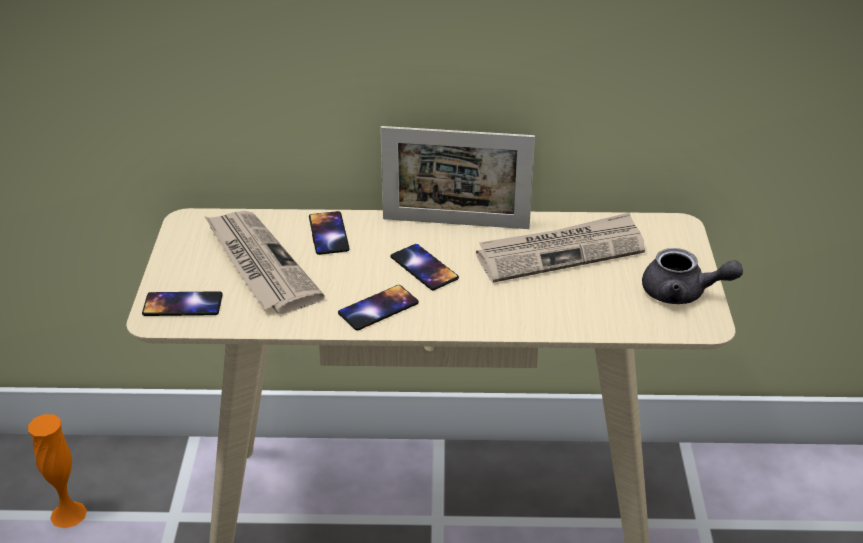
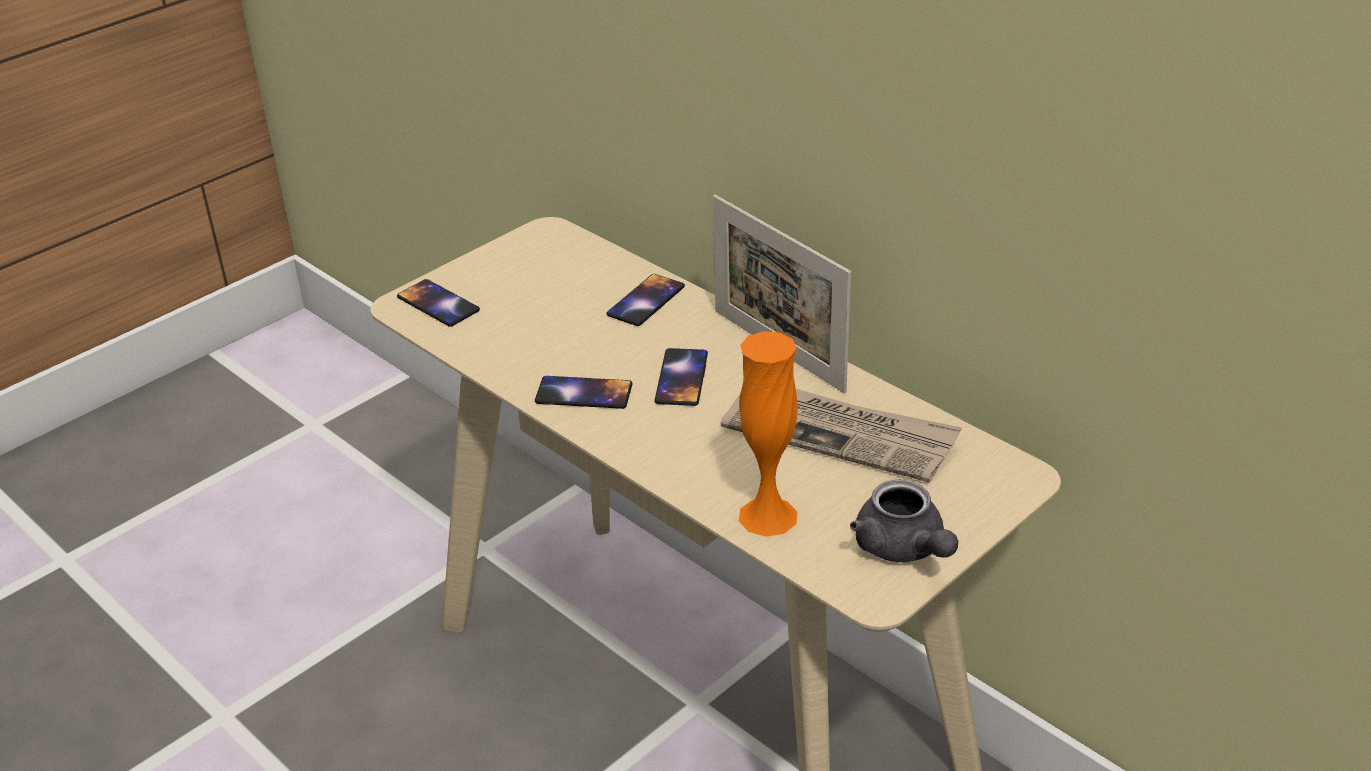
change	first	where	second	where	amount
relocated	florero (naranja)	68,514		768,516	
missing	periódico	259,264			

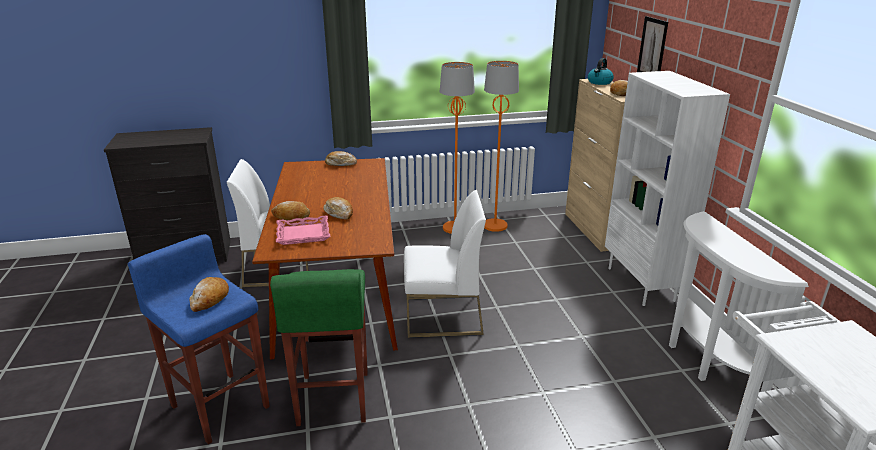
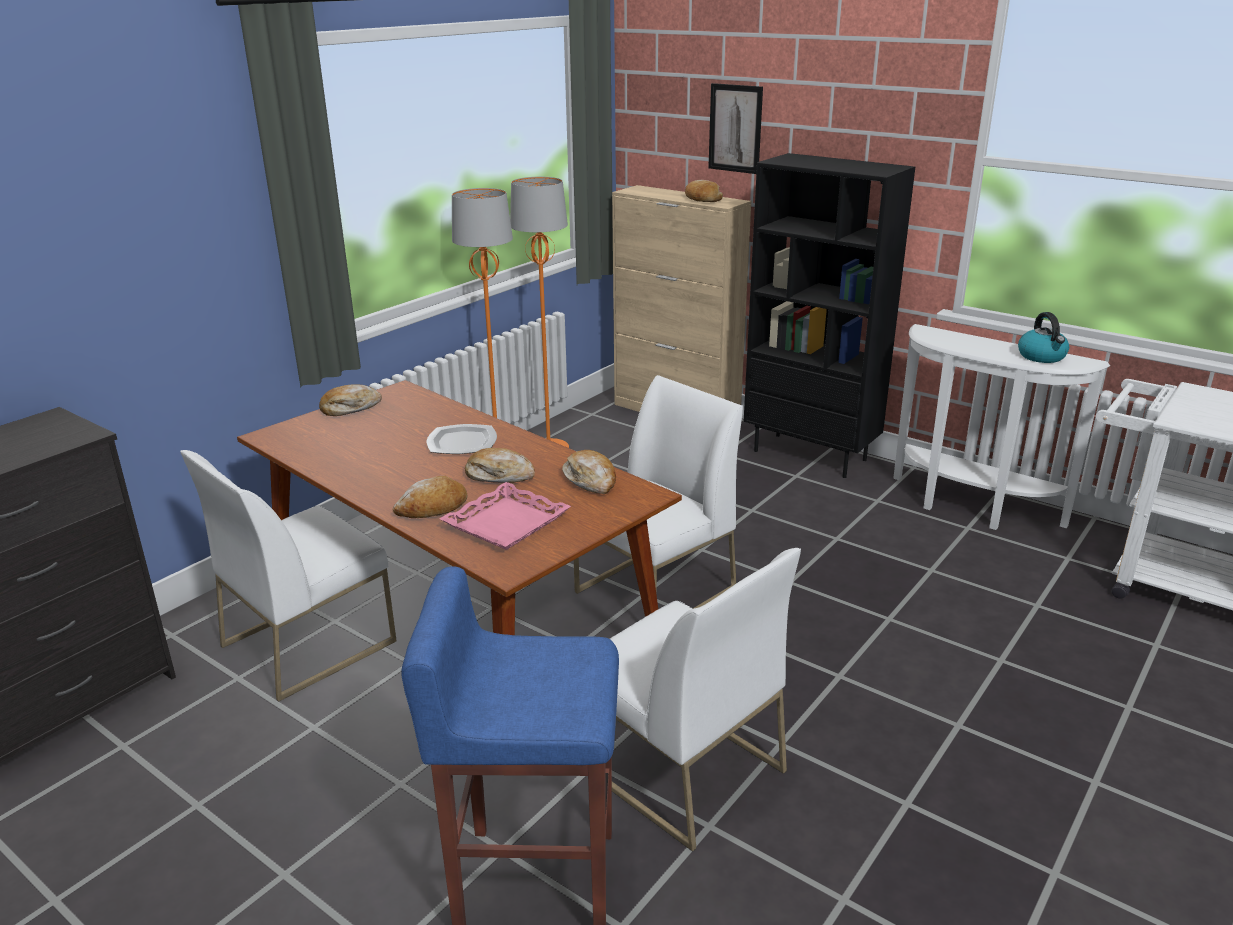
change	first	where	second	where	amount
appeared			plato	461,442	
relocated	pan	209,299		591,480	
exchanged	taburete (verde)	332,399	silla (blanco)	679,768	
colour	estantería (blanco)	641,284	estantería (negro)	811,455	
relocated	hervidor	599,82		1042,357	

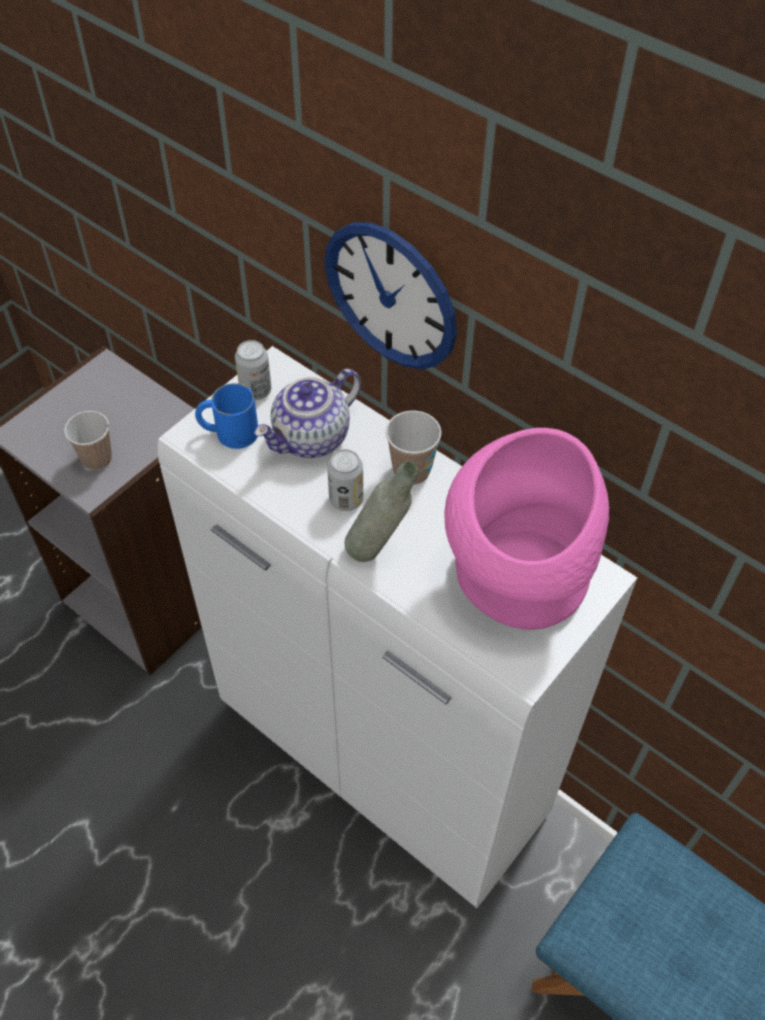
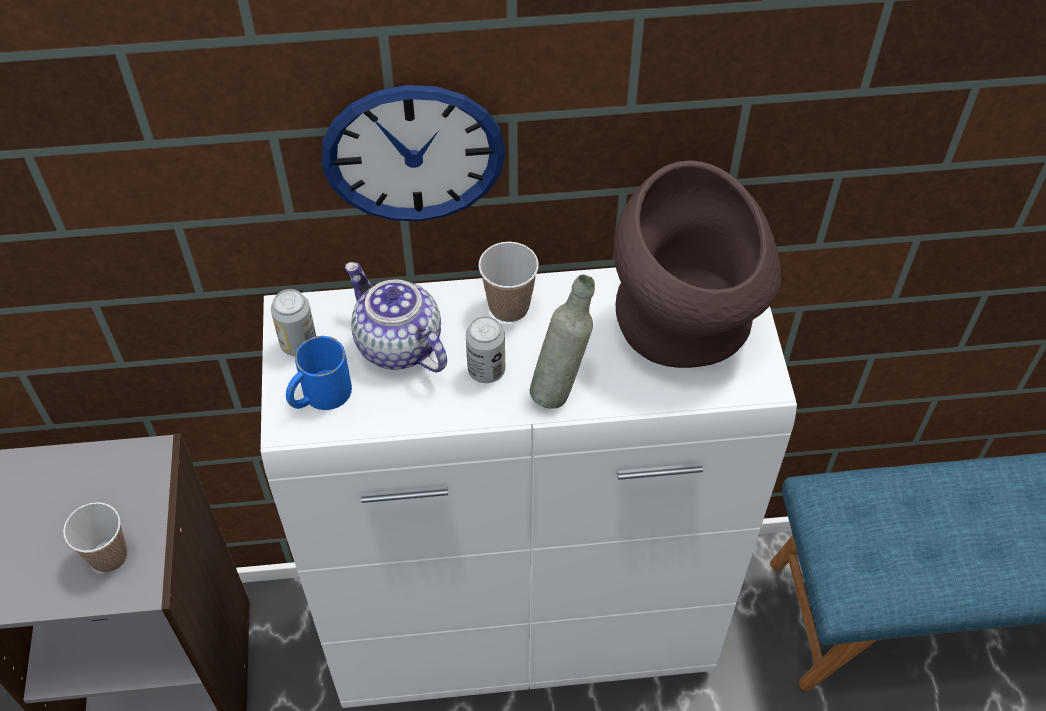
change	first	where	second	where	amount
spun	tetera	311,438		397,345	135 degrees clockwise
colour	florero (rosa)	515,585	florero (marrón)	686,329	

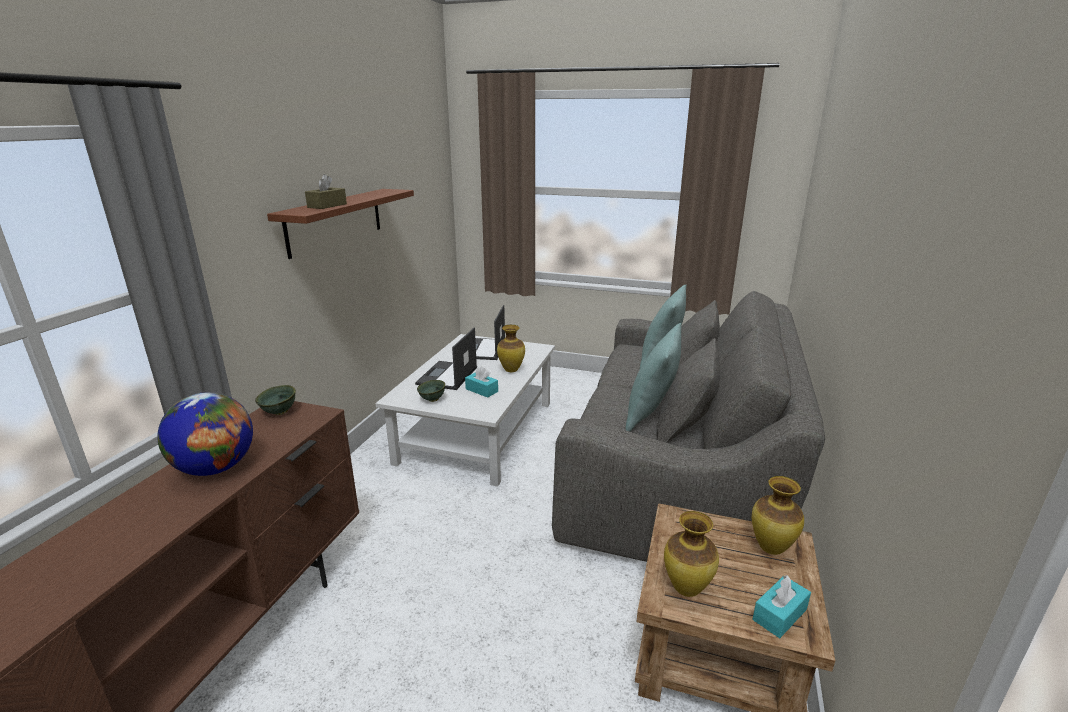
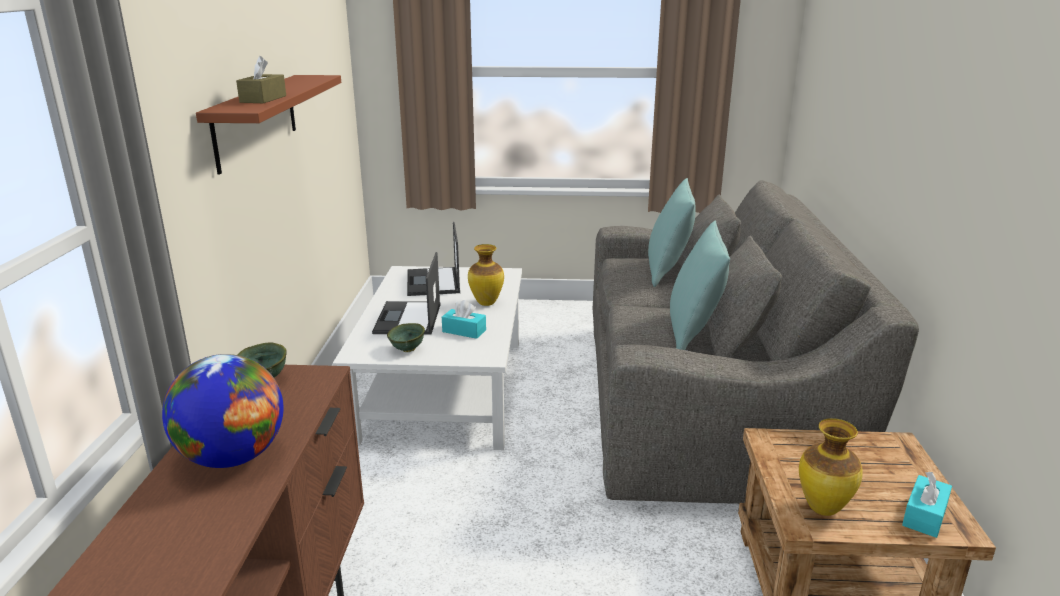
change	first	where	second	where	amount
missing	florero	770,548			

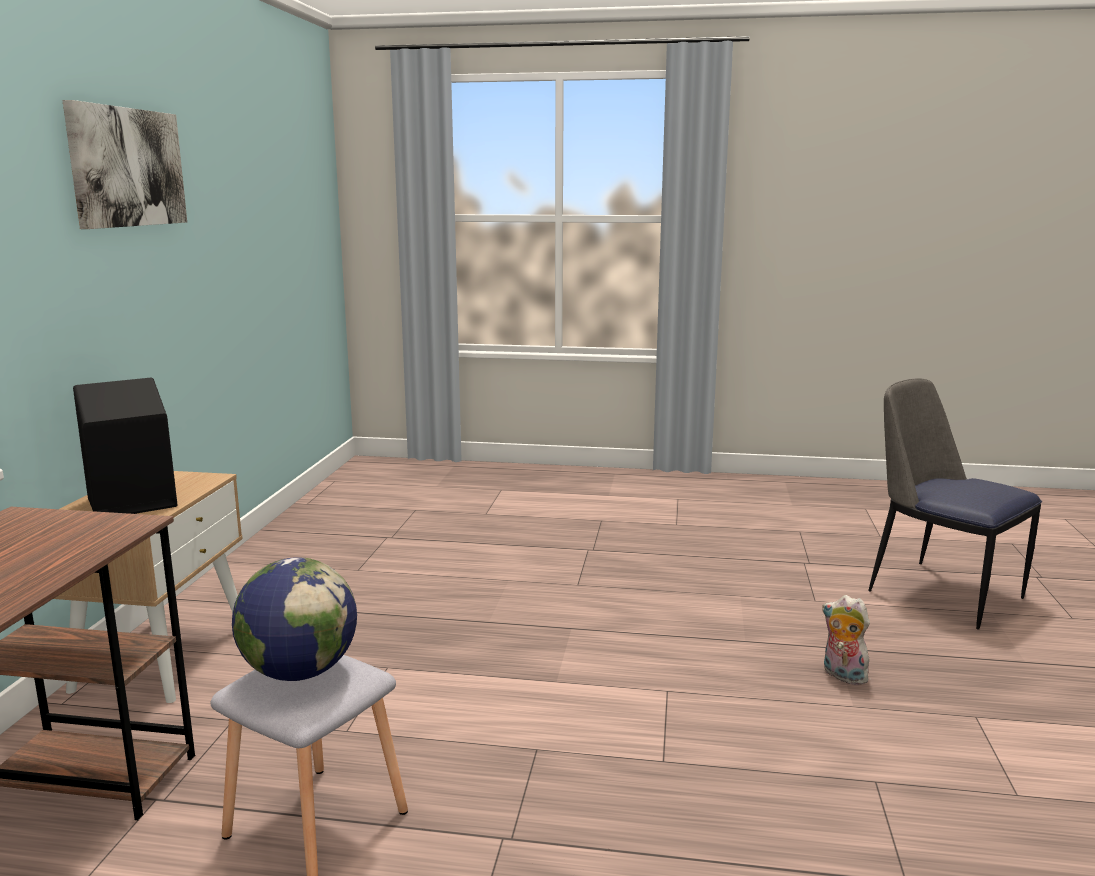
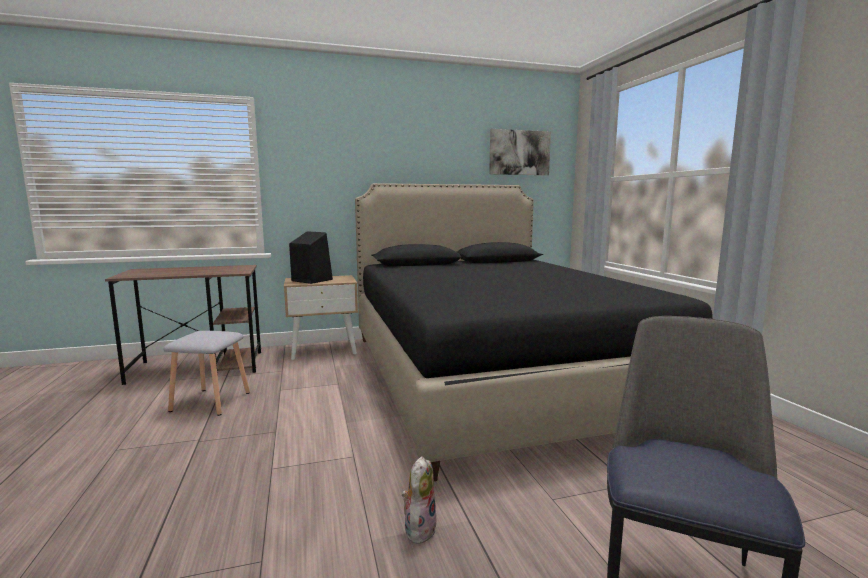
change	first	where	second	where	amount
appeared			cama (negro)	493,375	
relocated	cuadro	127,167		519,152	
missing	globo terráqueo	299,672			

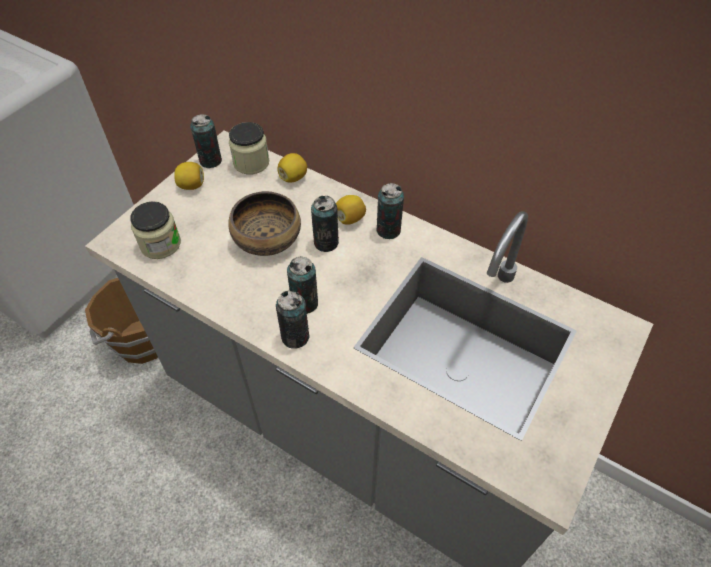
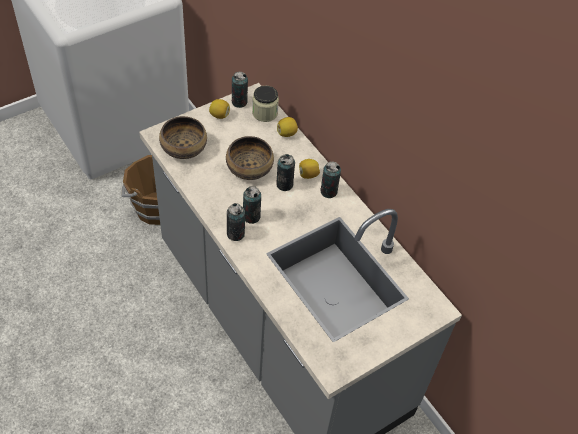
change	first	where	second	where	amount
exchanged	tarro	160,244	cuenco	183,147	

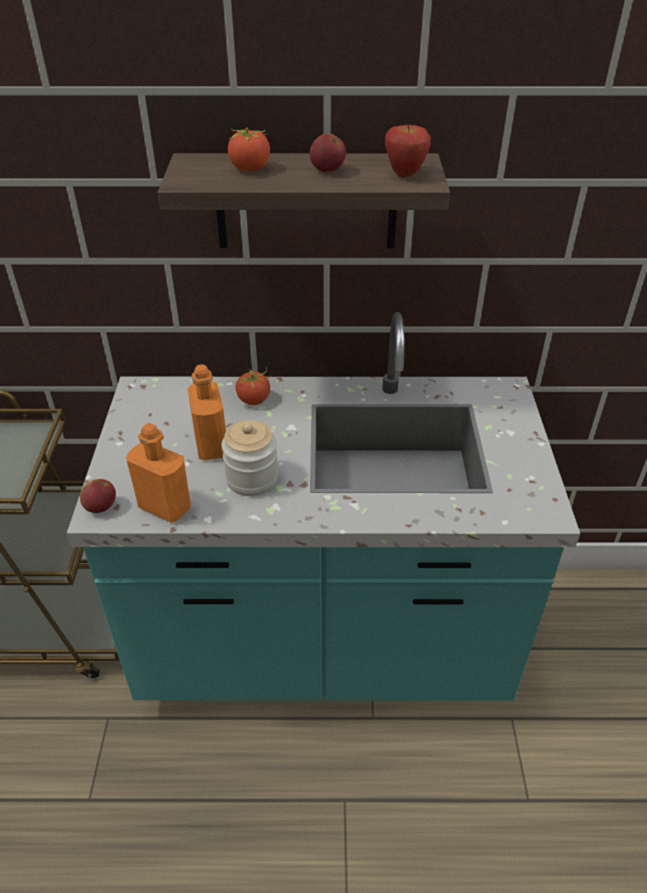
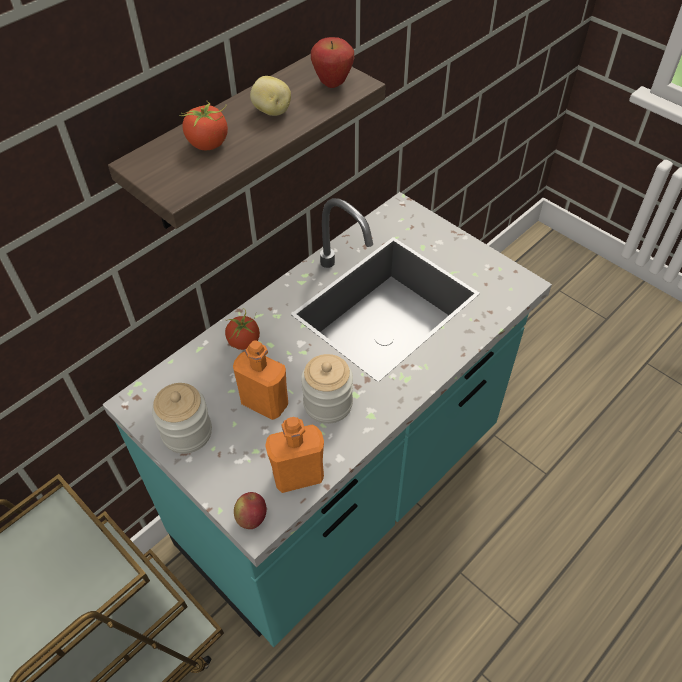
change	first	where	second	where	amount
appeared			tarro	187,432	
exchanged	manzana	327,171	patata	272,111	

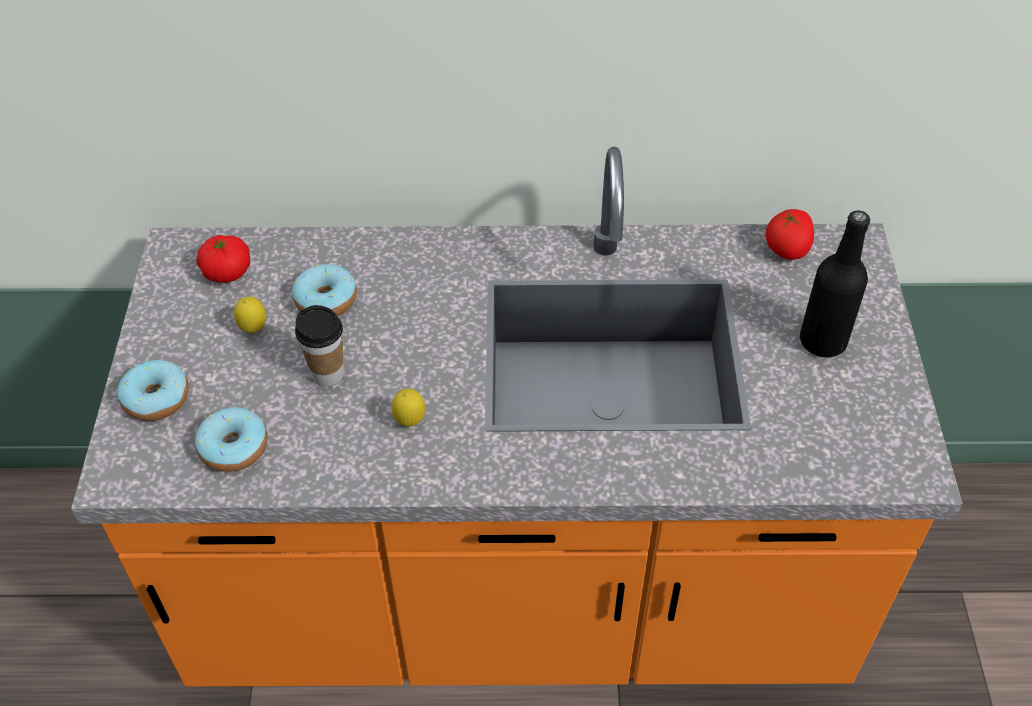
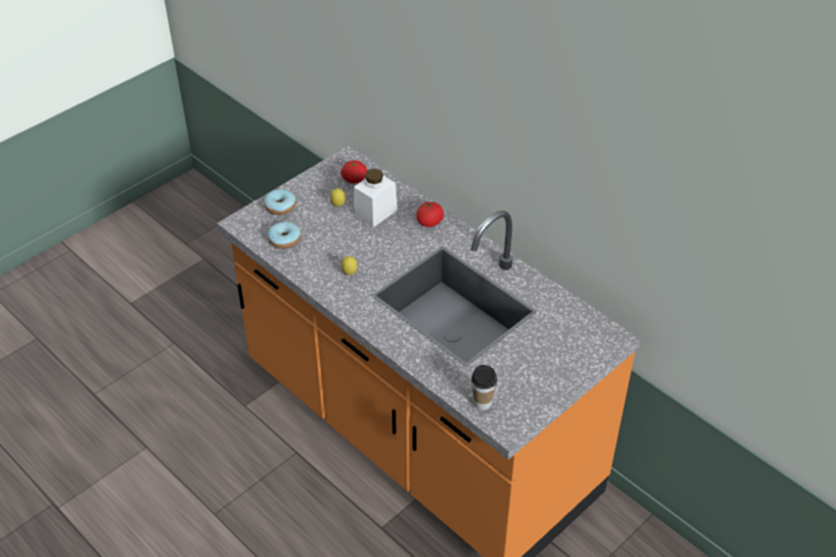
change	first	where	second	where	amount
exchanged	rosquilla	326,300	tarro (blanco)	375,212	
relocated	tomate	787,249		429,222	
relocated	taza	328,374		482,403	
missing	botella (negro)	822,341			

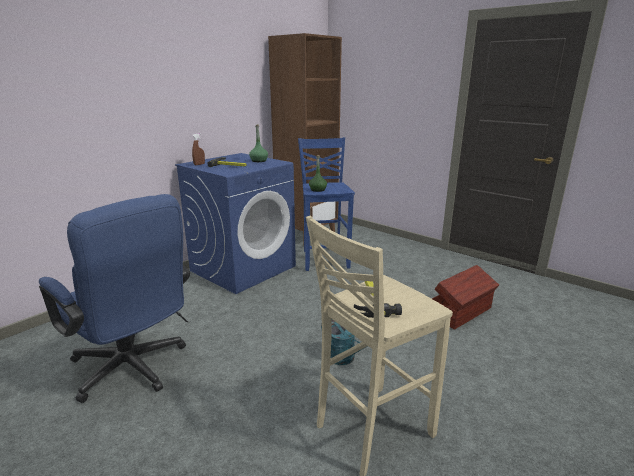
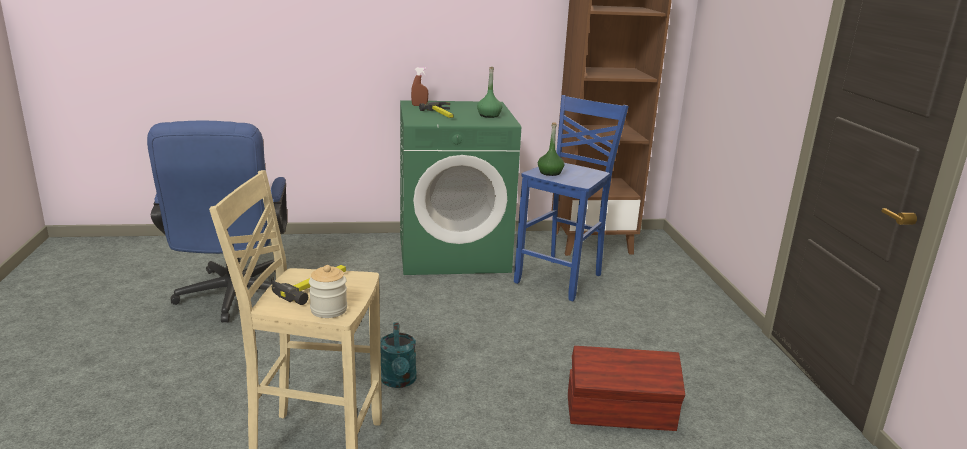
change	first	where	second	where	amount
appeared			tarro	328,310	
colour	lavadora (azul)	243,268	lavadora (verde)	454,253	

